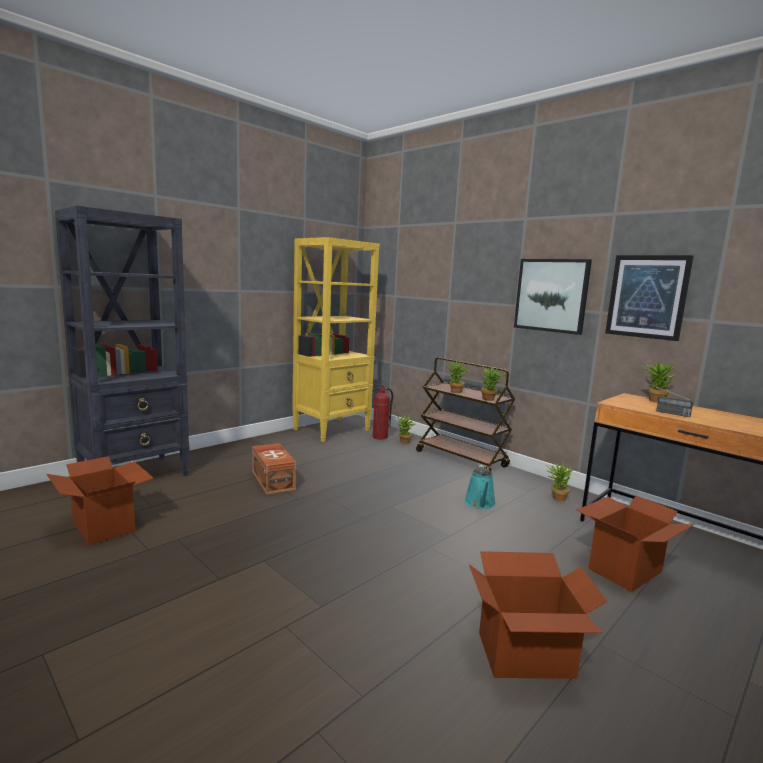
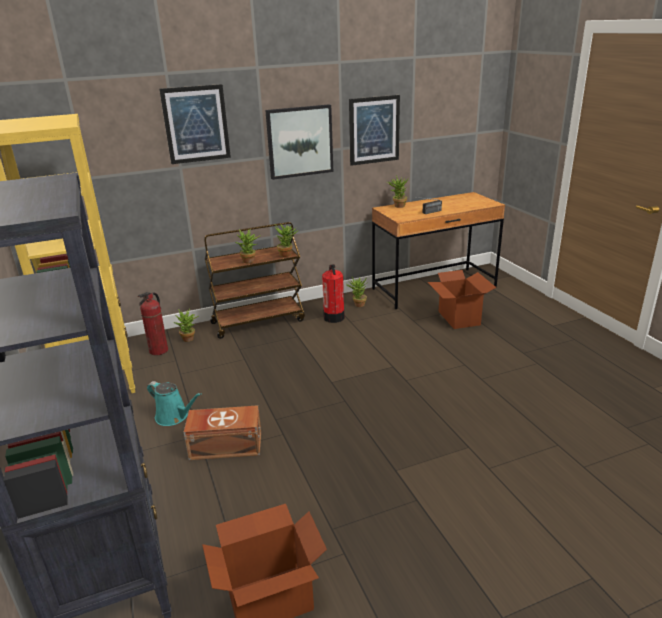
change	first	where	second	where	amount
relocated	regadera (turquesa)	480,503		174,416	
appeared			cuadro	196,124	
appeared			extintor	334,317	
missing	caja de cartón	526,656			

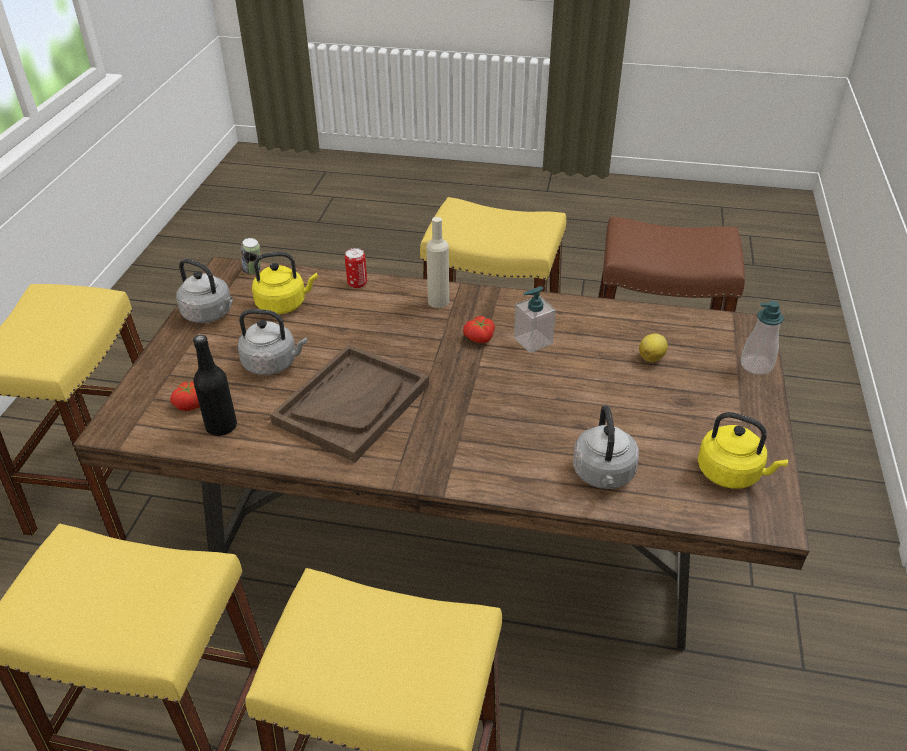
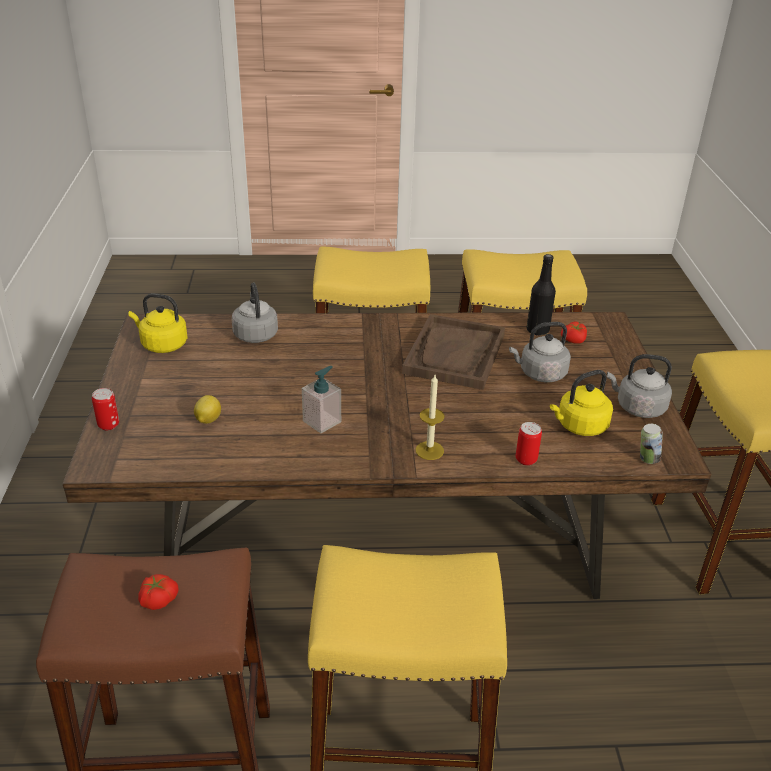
change	first	where	second	where	amount
exchanged	dispensador de jabón	756,365	lata	108,425	
relocated	tomate	480,338		158,599	
exchanged	botella (beis)	438,301	vela	429,450	

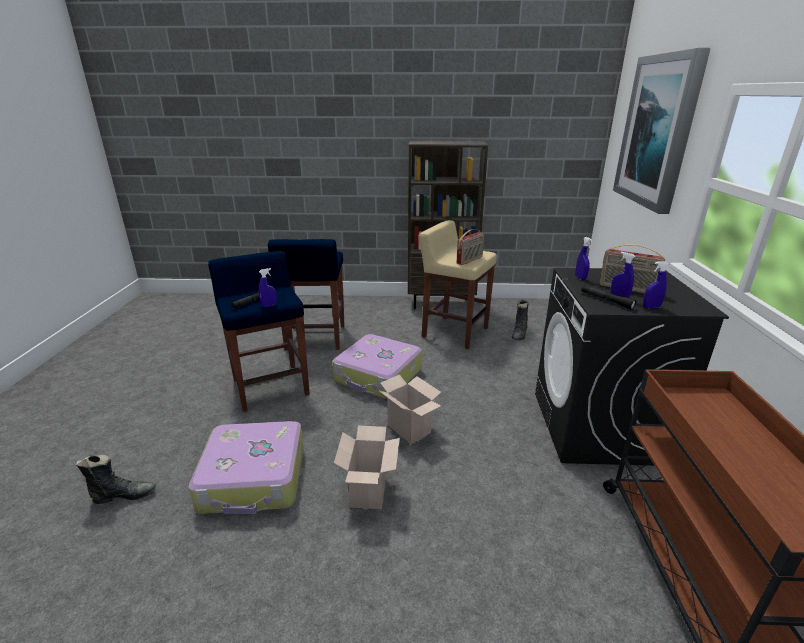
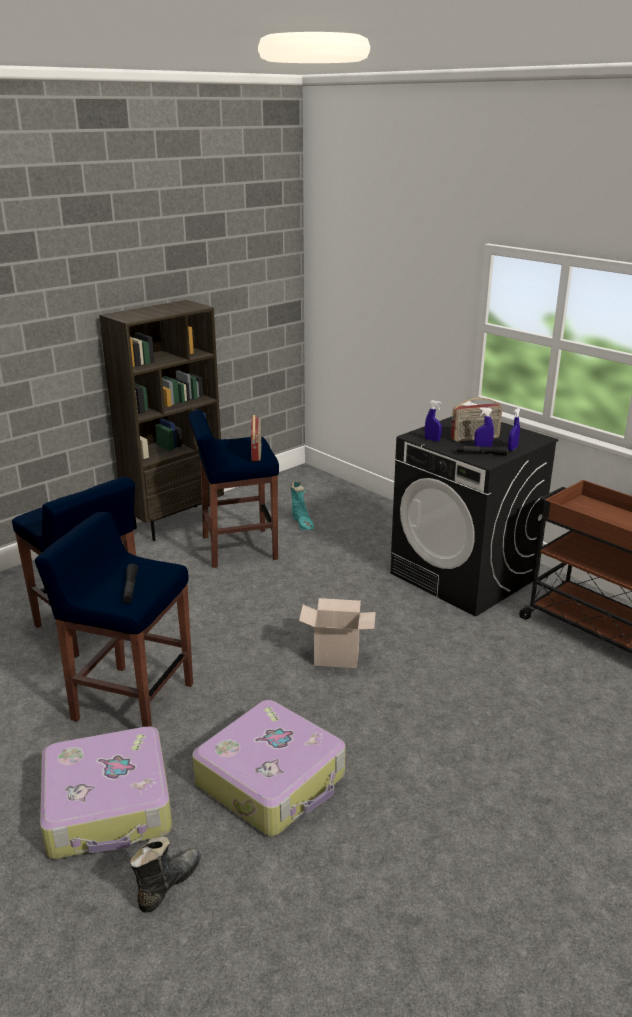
change	first	where	second	where	amount
relocated	maleta	378,376		109,806	
colour	taburete (beis)	454,332	taburete (azul)	237,548	
colour	bota (negro)	519,334	bota (turquesa)	302,523	
missing	pulverizador (azul)	269,305			
missing	caja de cartón	370,492			
missing	cuadro	658,131			

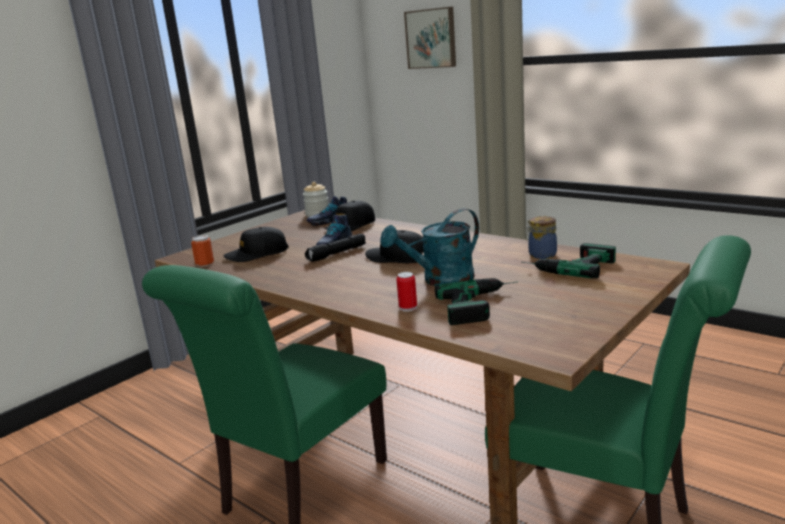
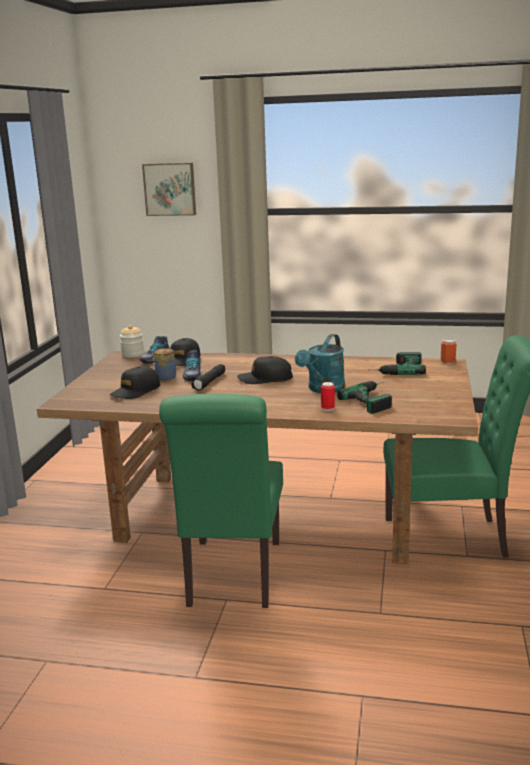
change	first	where	second	where	amount
relocated	tarro	541,254		165,377	
relocated	lata	205,264		447,361	

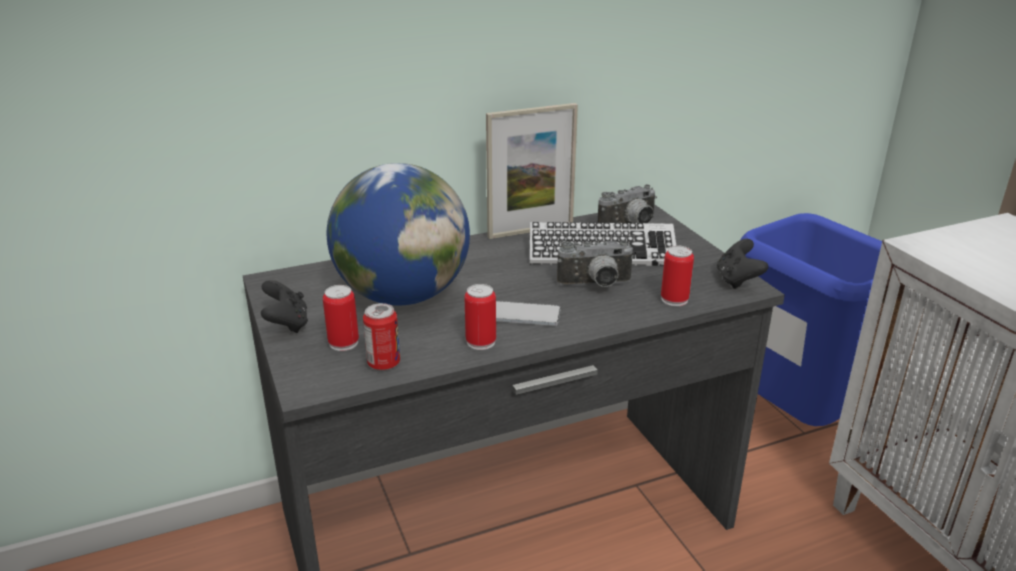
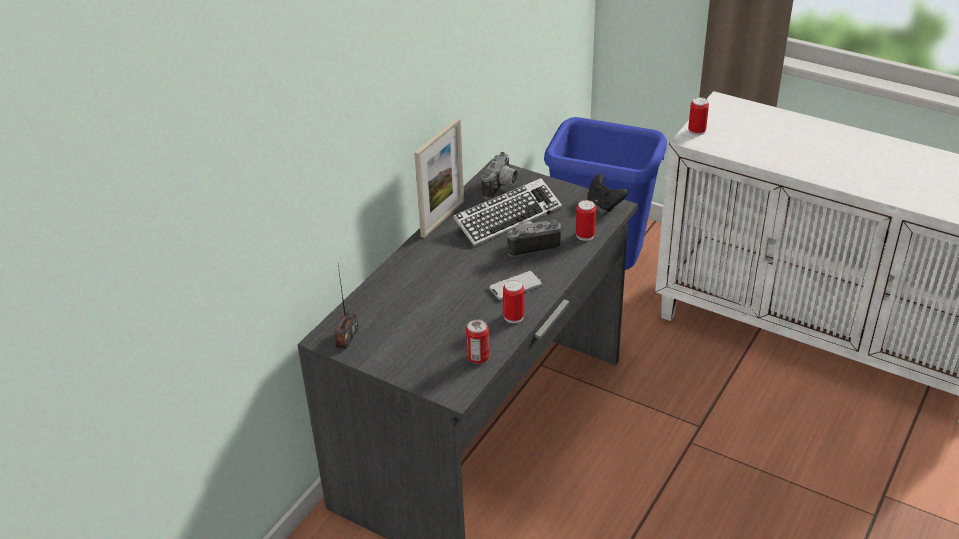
change	first	where	second	where	amount
appeared			radio	346,337	
spun	cámara	596,286		532,245	150 degrees counterclockwise
relocated	lata	343,343		696,131	
missing	mando de consola (negro)	287,324			
missing	globo terráqueo	403,296			

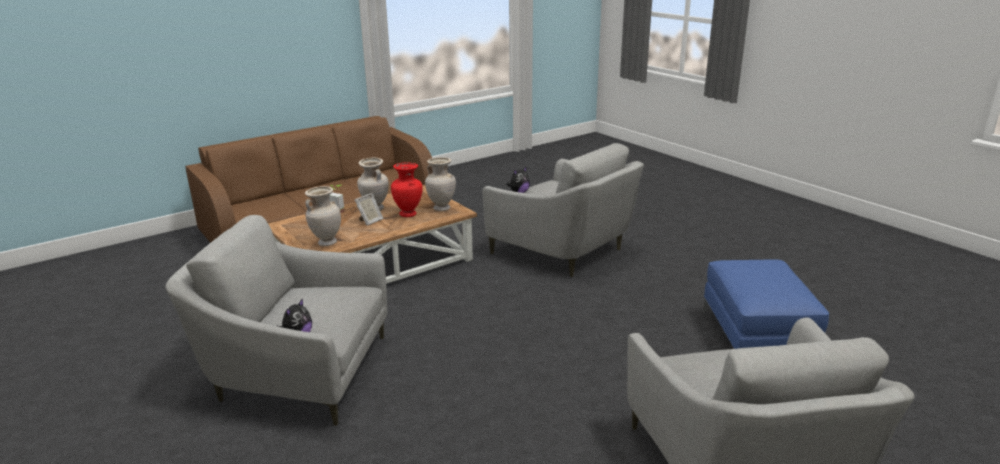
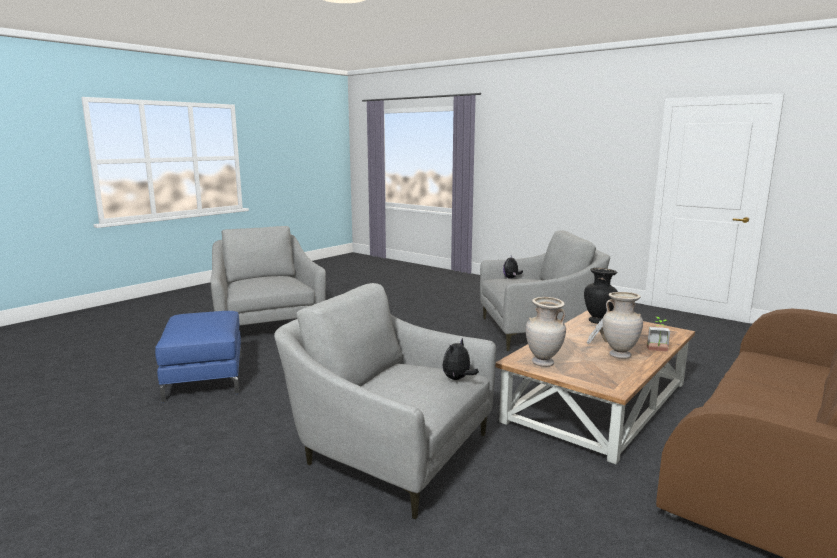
change	first	where	second	where	amount
colour	florero (beis)	326,243	florero (negro)	598,321	
missing	florero (rojo)	408,214			

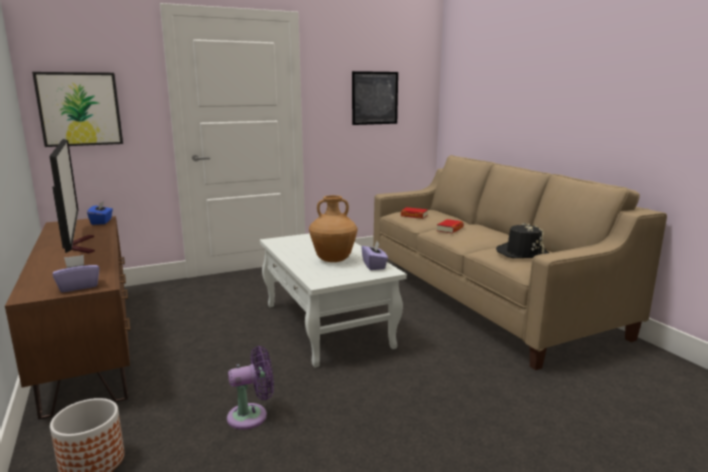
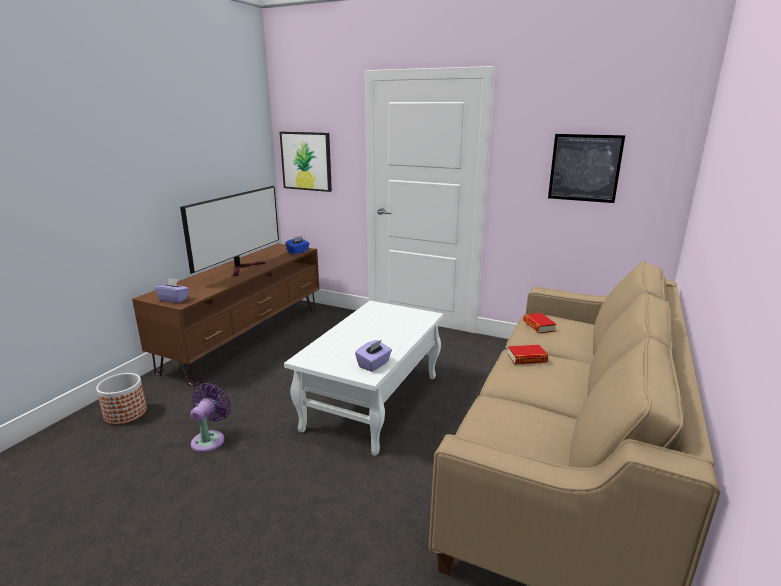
change	first	where	second	where	amount
spun	ventilador (morado)	252,416		210,439	105 degrees counterclockwise
missing	florero (marrón)	333,260			
missing	sombrero (negro)	523,253			

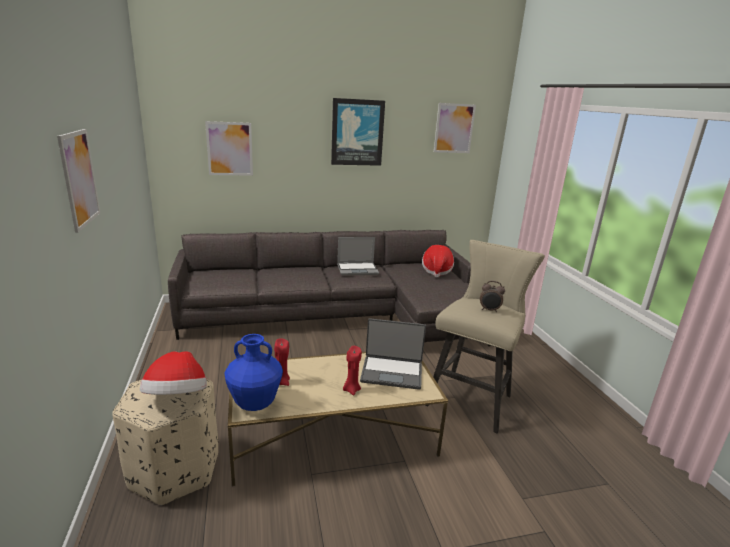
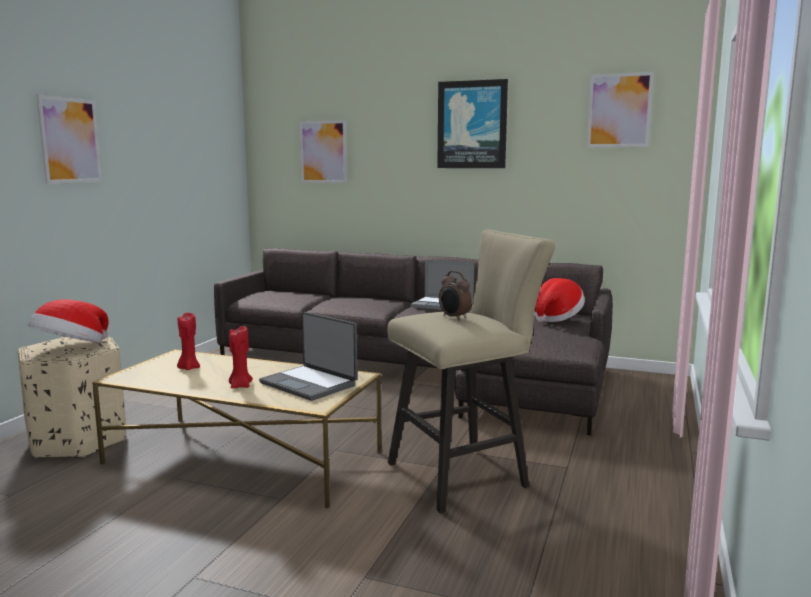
change	first	where	second	where	amount
missing	florero (azul)	255,404			

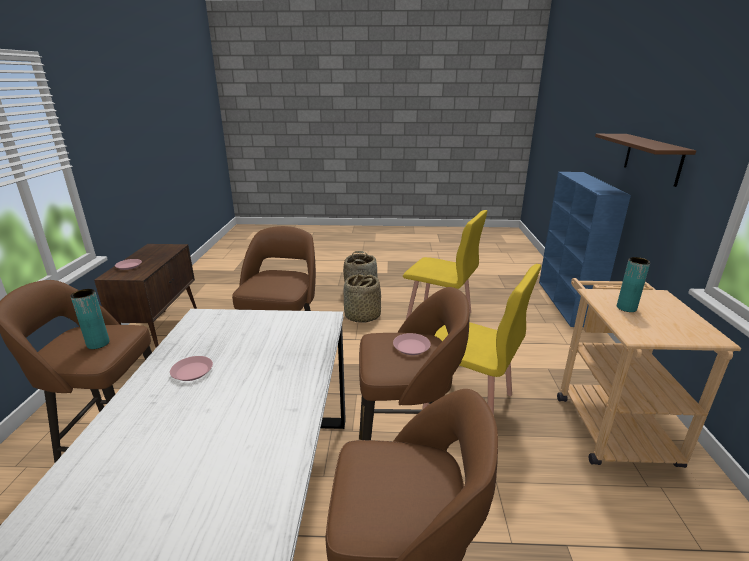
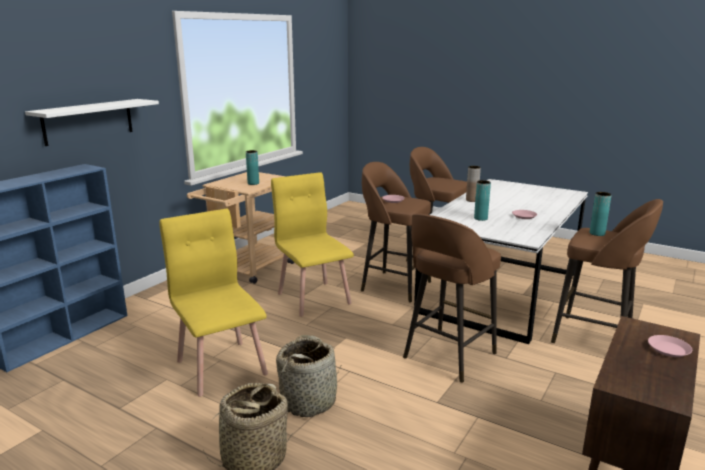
change	first	where	second	where	amount
colour	estante (marrón)	652,158	estante (blanco)	88,121	
appeared			florero (marrón)	471,200	
appeared			florero (turquesa)	480,218	

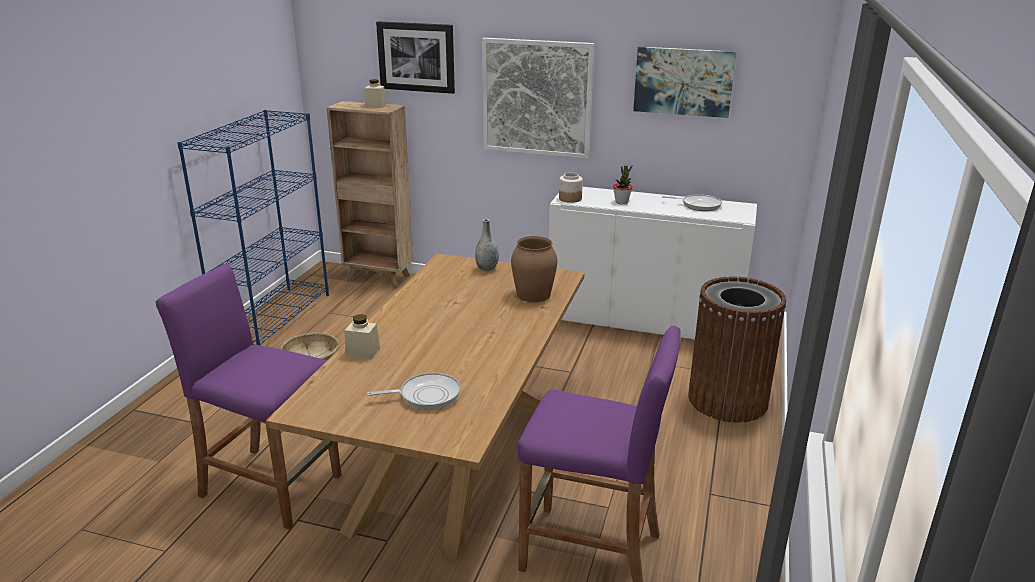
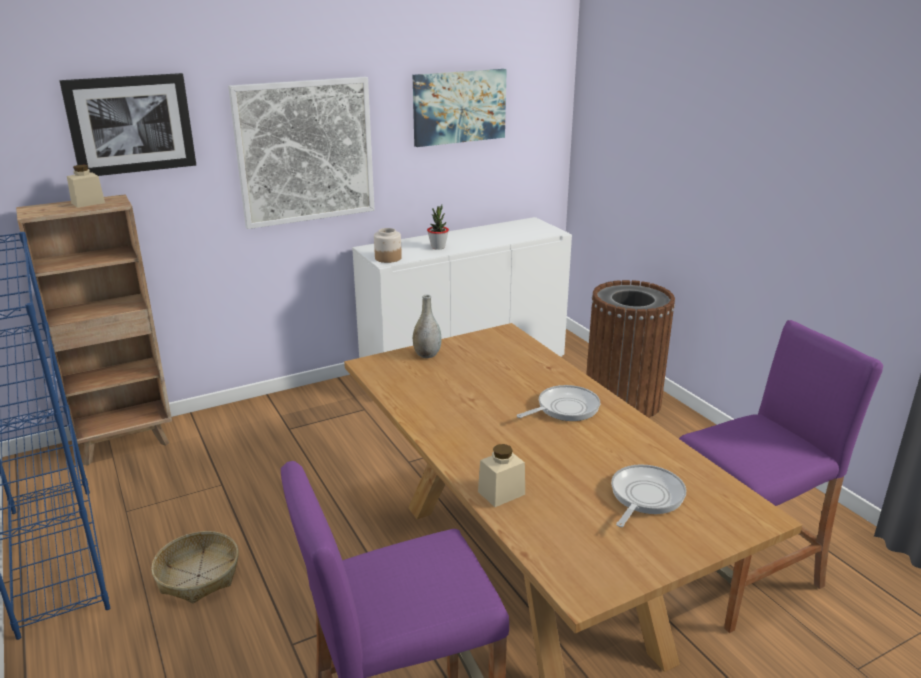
change	first	where	second	where	amount
relocated	sartén	698,205		564,408	
missing	florero (marrón)	534,294			

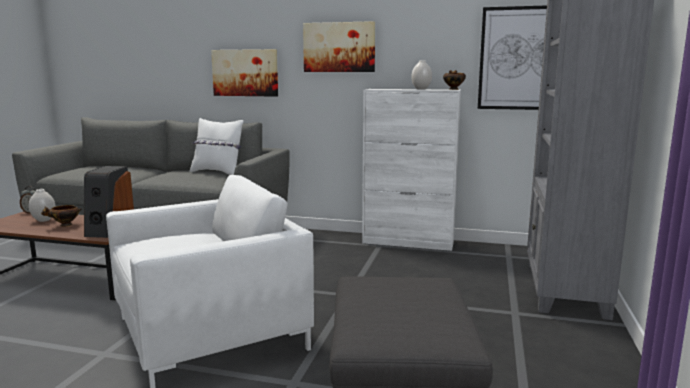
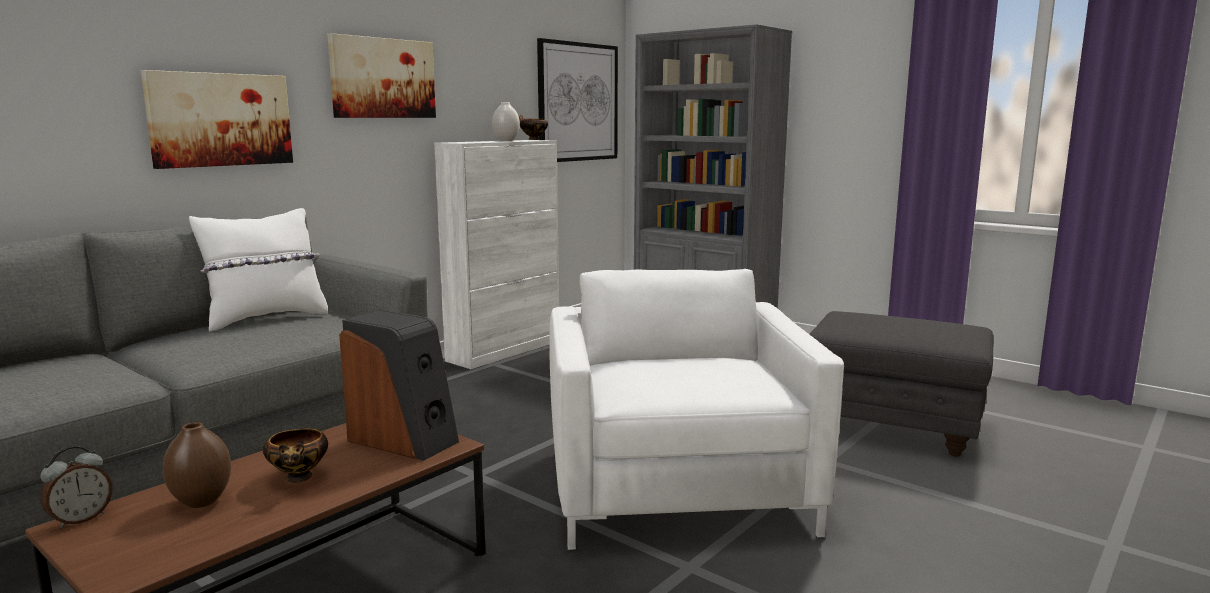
change	first	where	second	where	amount
colour	florero (blanco)	43,220	florero (marrón)	201,502	

